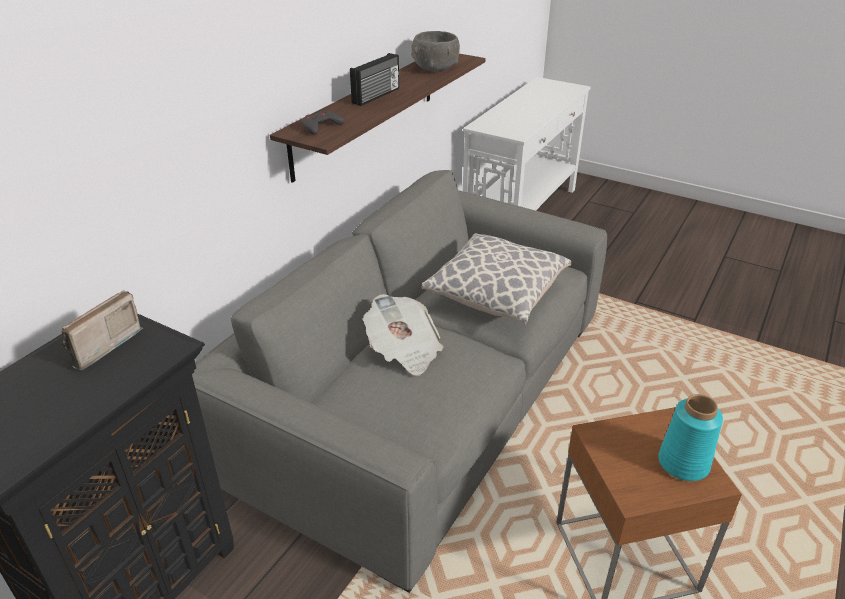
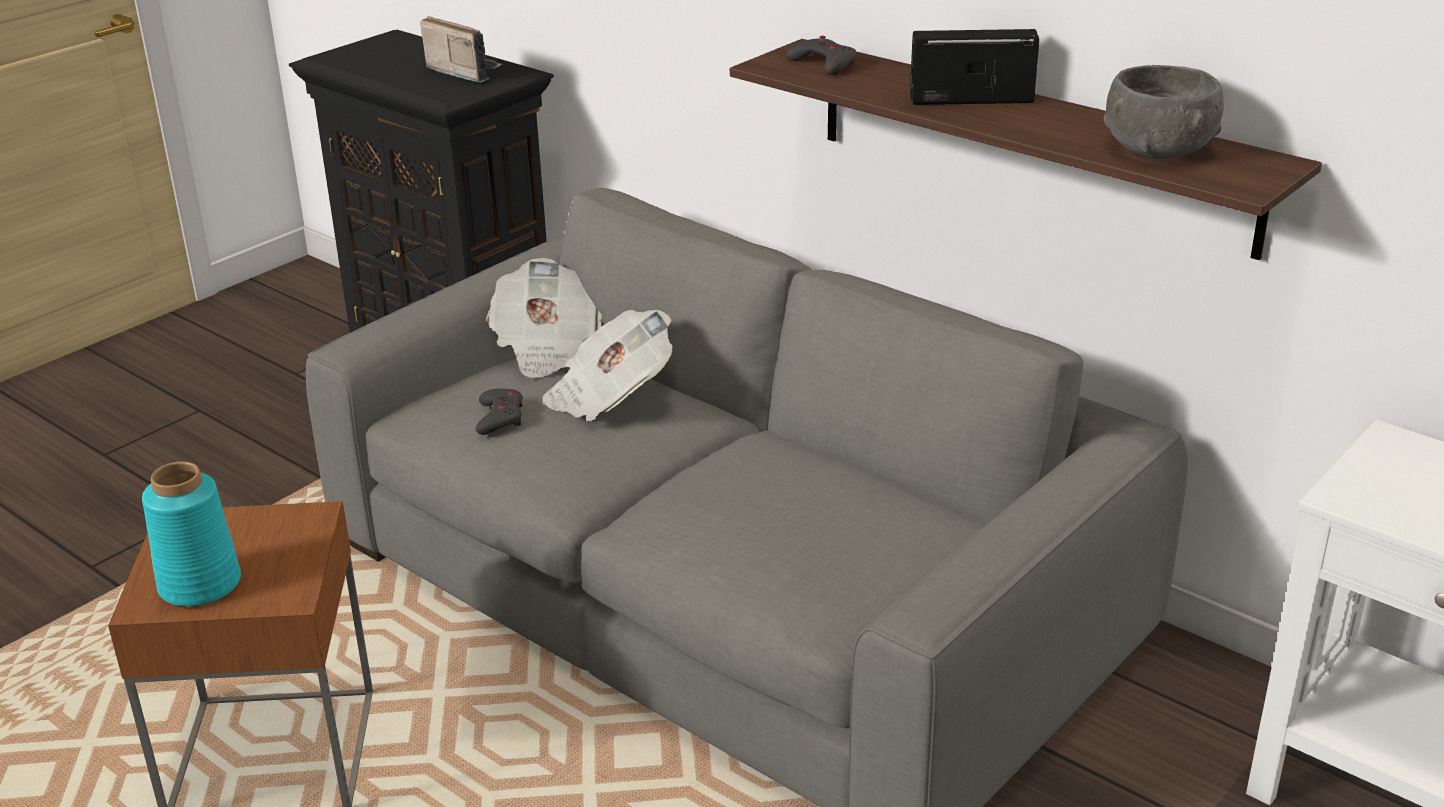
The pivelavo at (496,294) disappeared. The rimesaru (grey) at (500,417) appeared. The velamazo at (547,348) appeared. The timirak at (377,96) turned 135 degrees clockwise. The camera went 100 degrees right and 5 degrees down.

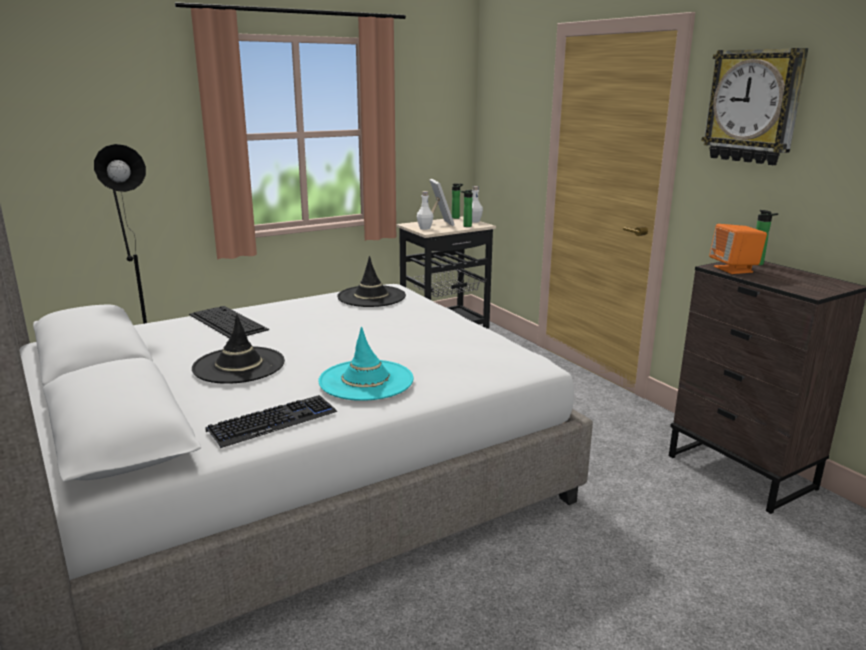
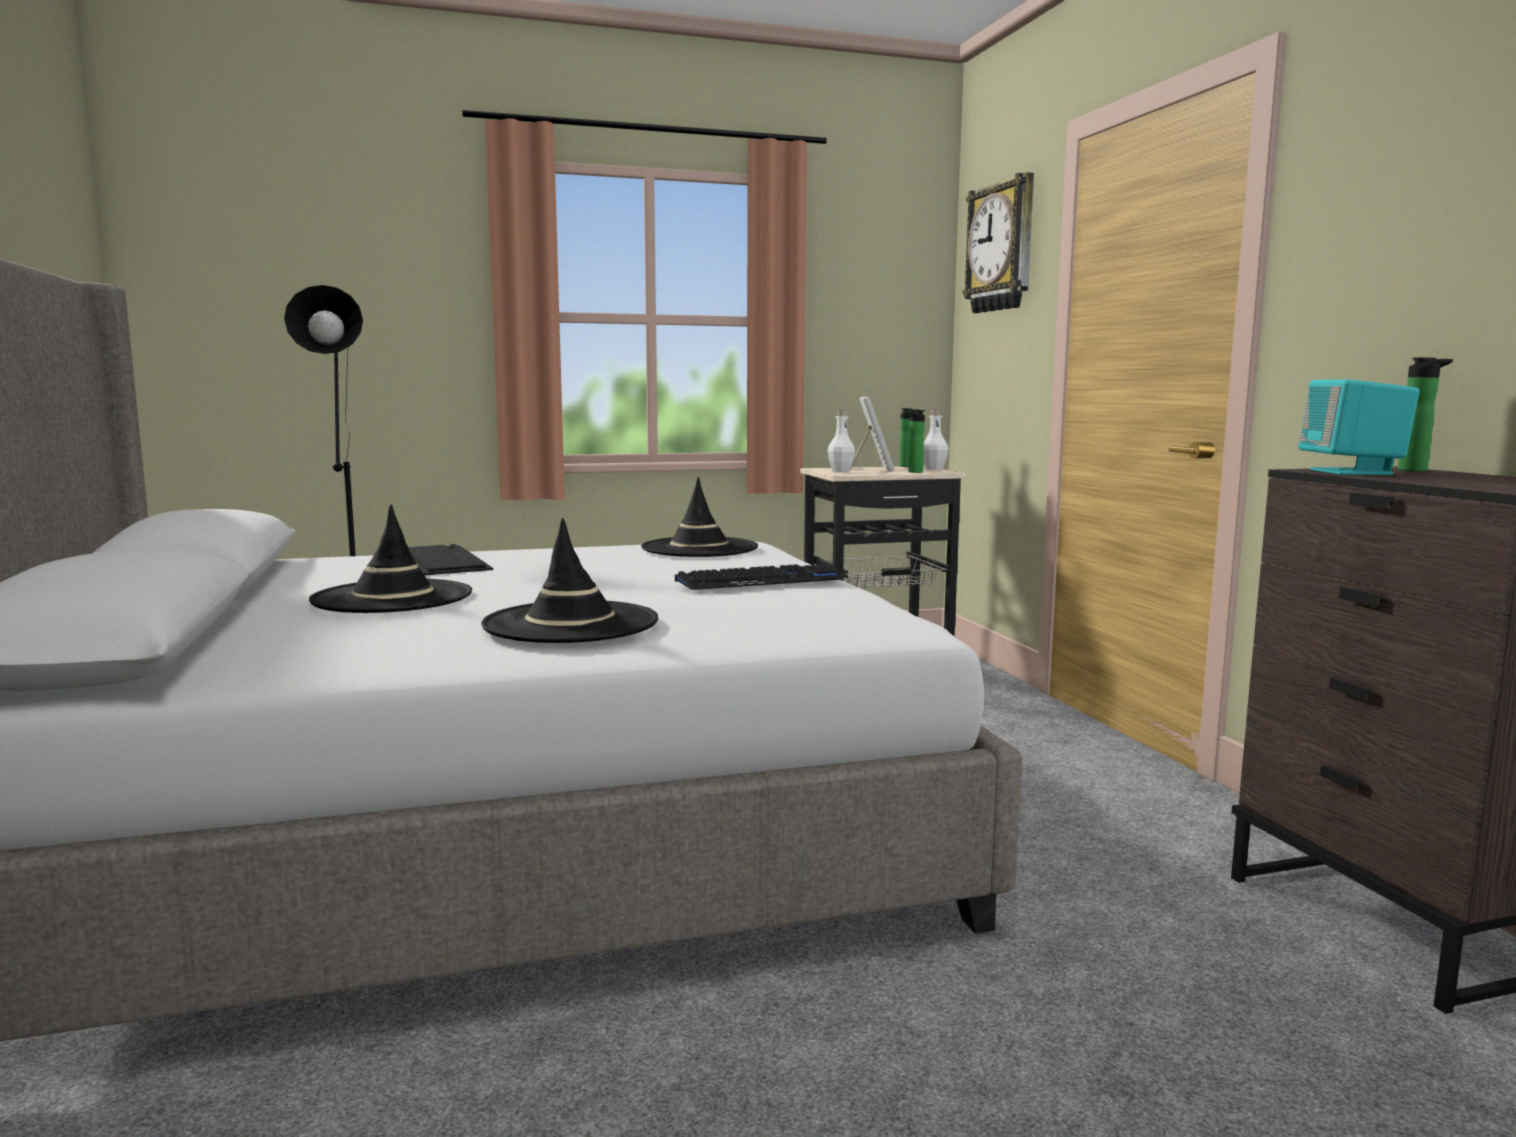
The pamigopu moved from (273,422) to (760,581). The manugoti moved from (753,106) to (1002,247). The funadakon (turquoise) at (366,380) became the funadakon (black) at (571,623). The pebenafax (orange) at (734,269) became the pebenafax (turquoise) at (1352,472). The camera went 15 degrees right and 10 degrees down.

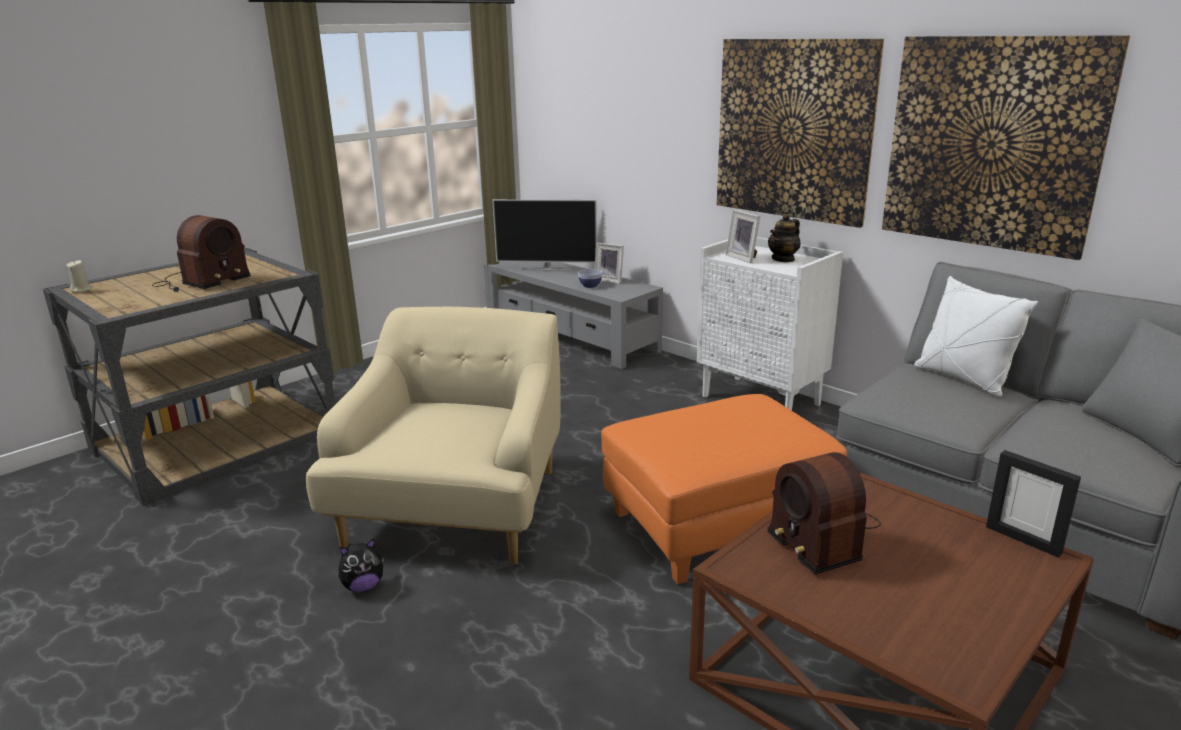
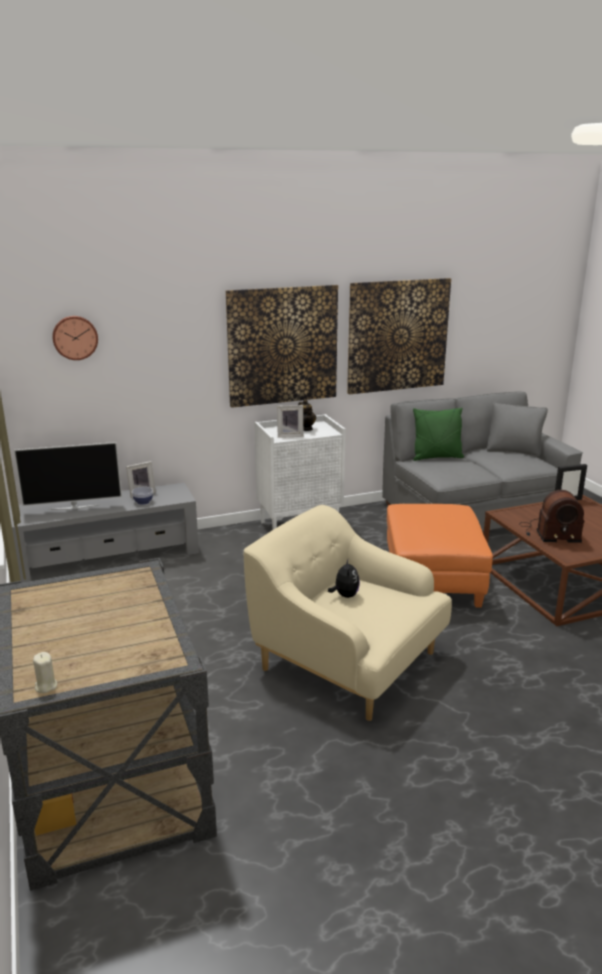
The timirak at (200,282) disappeared. The manugoti at (75,337) appeared. The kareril moved from (363,586) to (345,595). The pivelavo (white) at (963,379) became the pivelavo (green) at (436,457). The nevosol at (547,269) turned 45 degrees clockwise. The camera went 65 degrees left and 0 degrees up.

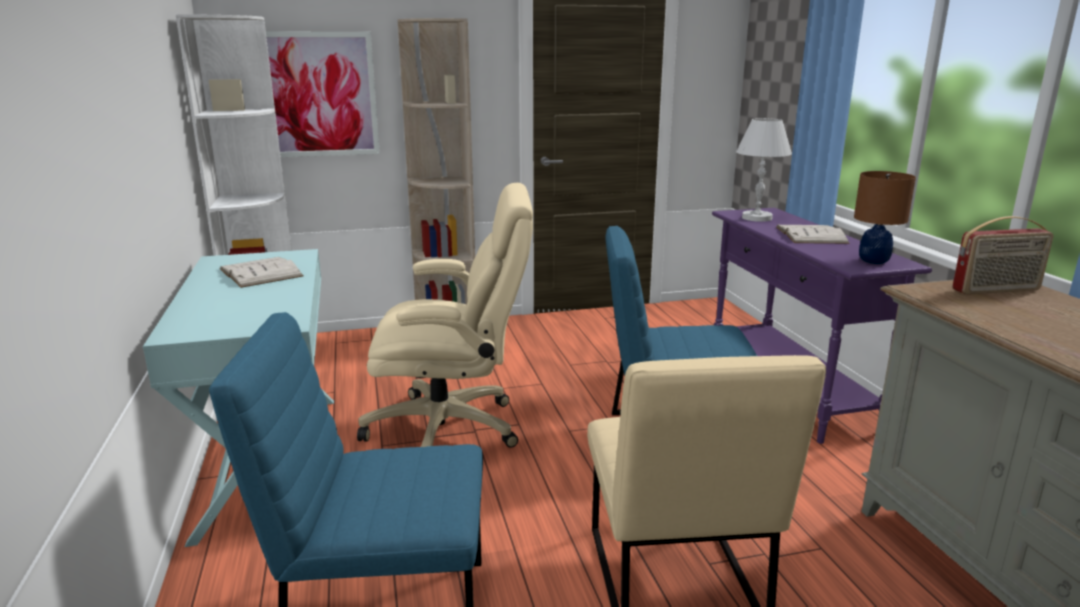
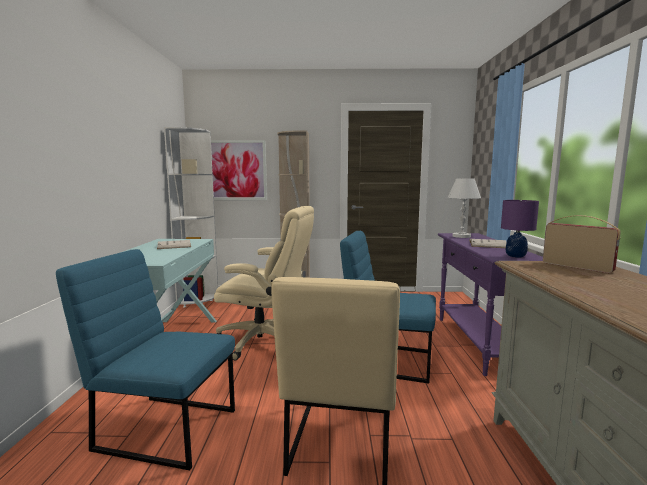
The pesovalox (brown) at (872,261) became the pesovalox (purple) at (514,256). The timirak at (996,290) turned 135 degrees counterclockwise. The camera went 15 degrees right and 10 degrees down.

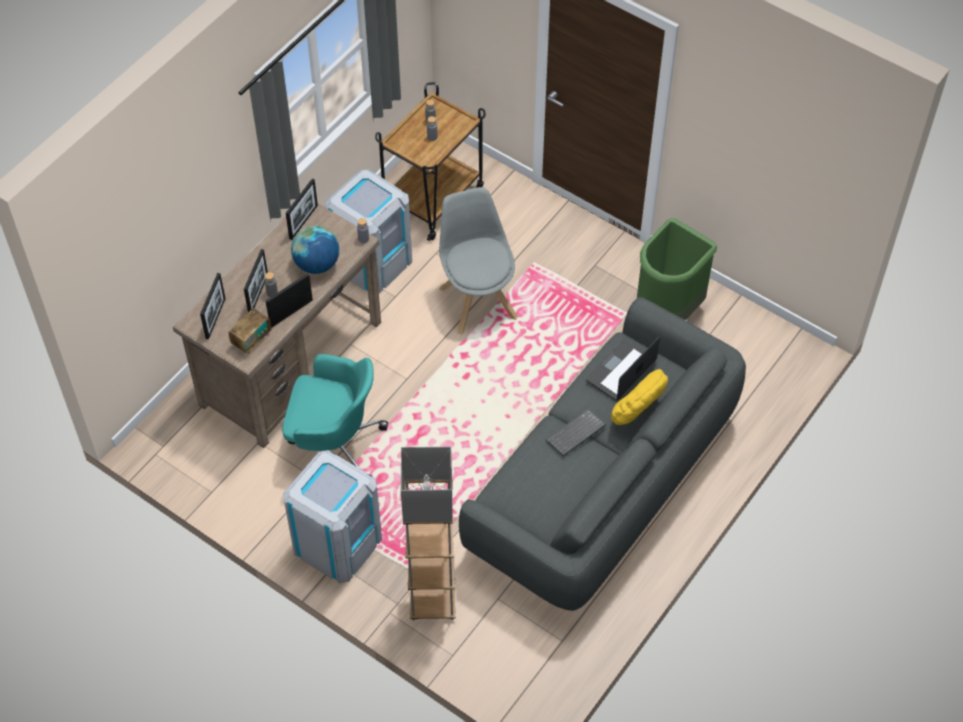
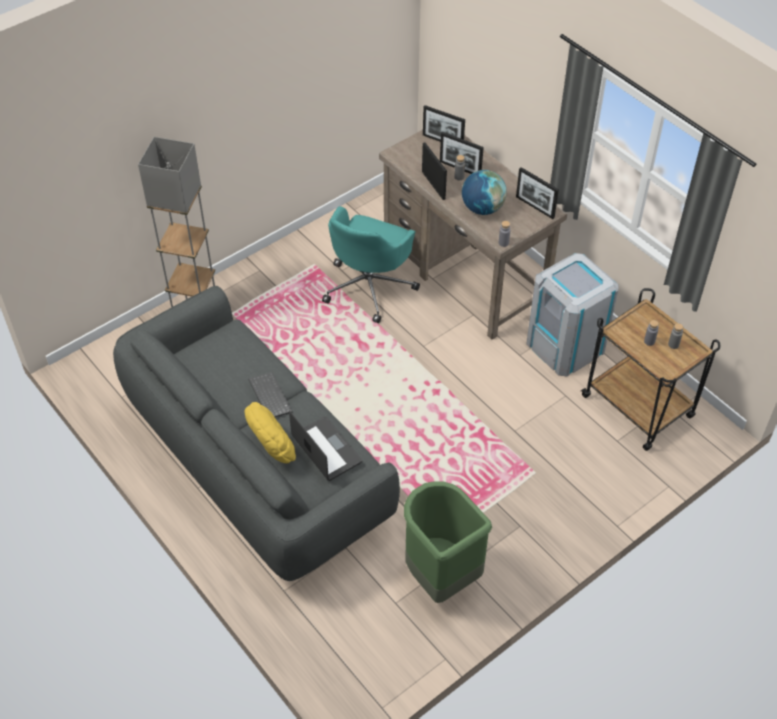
The timirak at (251,339) disappeared. The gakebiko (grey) at (337,543) disappeared. The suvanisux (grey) at (477,299) disappeared. The camera went 105 degrees right and 5 degrees down.

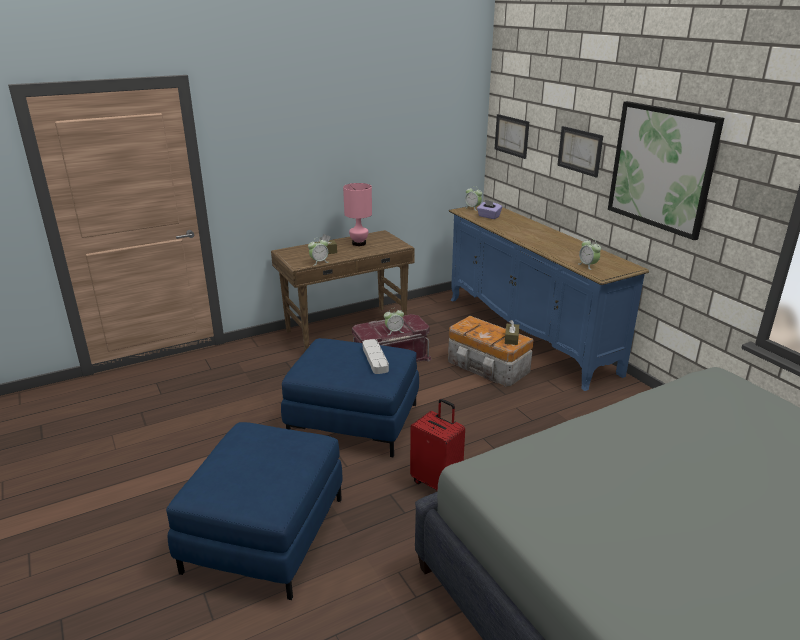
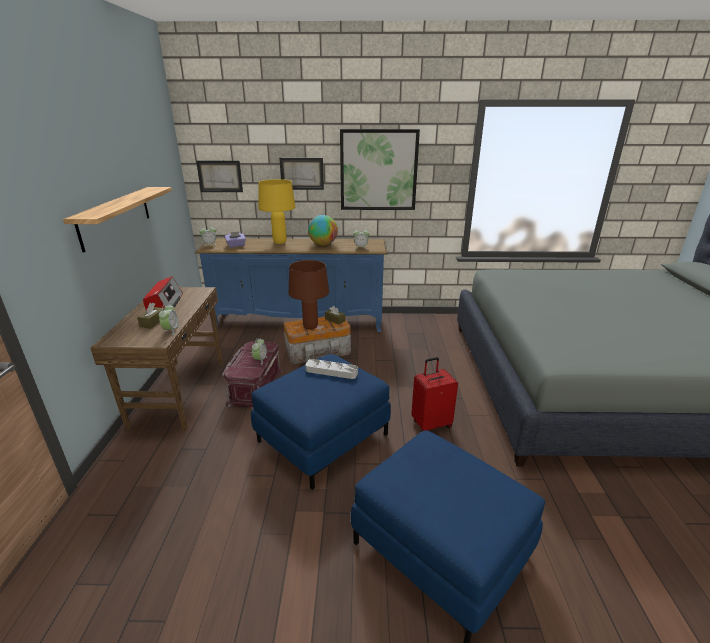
The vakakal at (115,216) appeared. The pesovalox (yellow) at (279,242) appeared. The pesovalox (brown) at (311,327) appeared. The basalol at (323,244) appeared. The pesovalox (pink) at (359,243) was replaced by the timirak at (165,303). The camera went 60 degrees left and 0 degrees up.

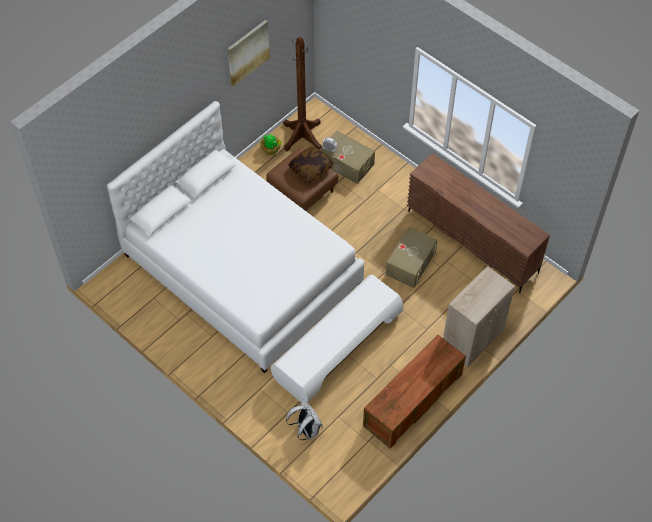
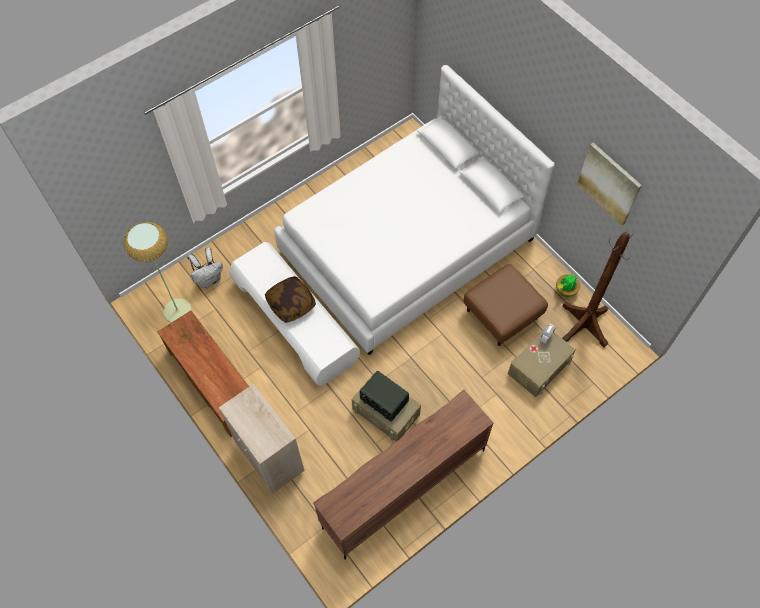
The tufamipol at (177,311) appeared. The timirak at (383,400) appeared. The pivelavo moved from (311,169) to (291,303). The camera went 100 degrees right and 5 degrees up.

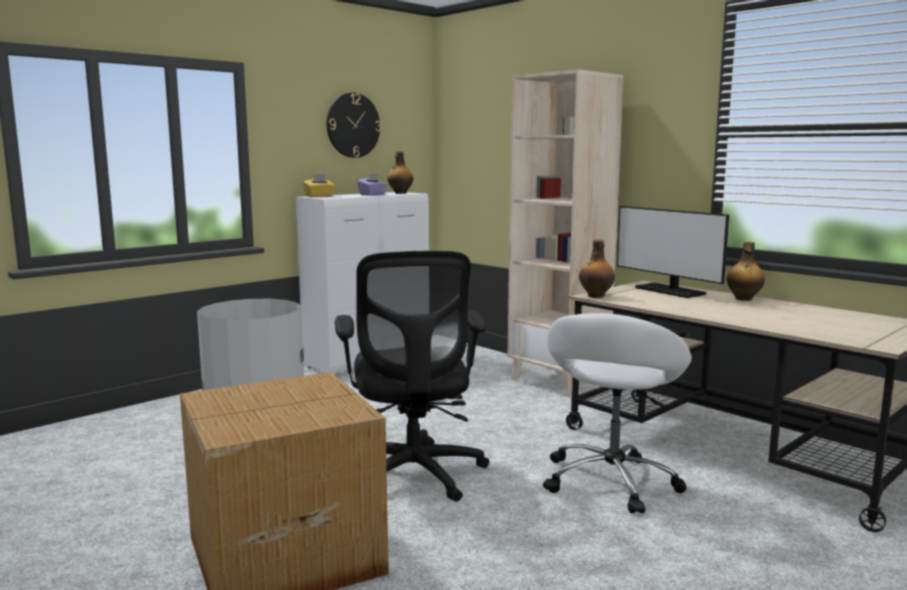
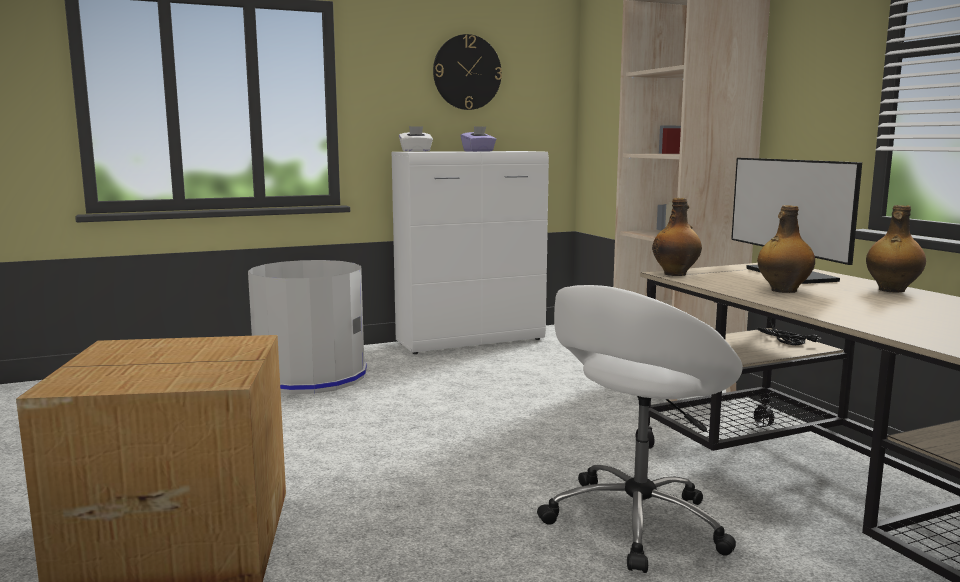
The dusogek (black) at (412,469) disappeared. The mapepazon moved from (400,193) to (783,290). The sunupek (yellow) at (319,196) became the sunupek (white) at (416,151). The camera went 20 degrees right and 0 degrees up.

